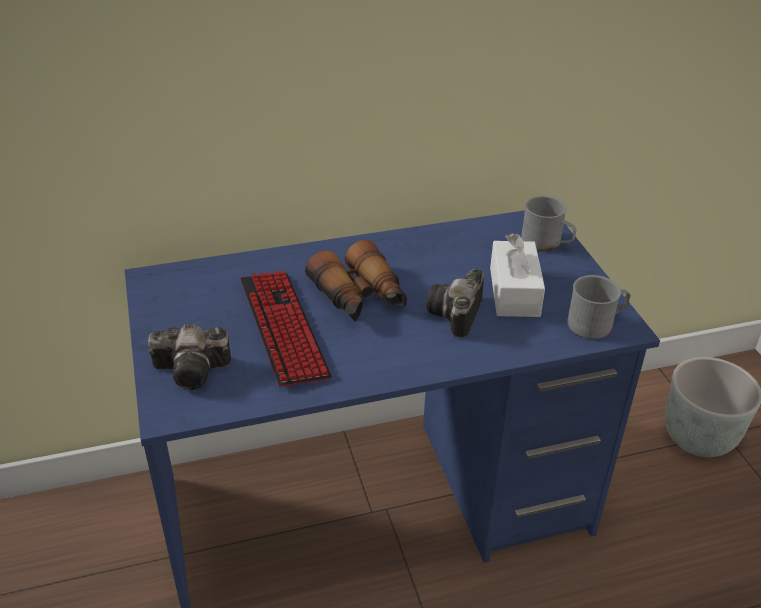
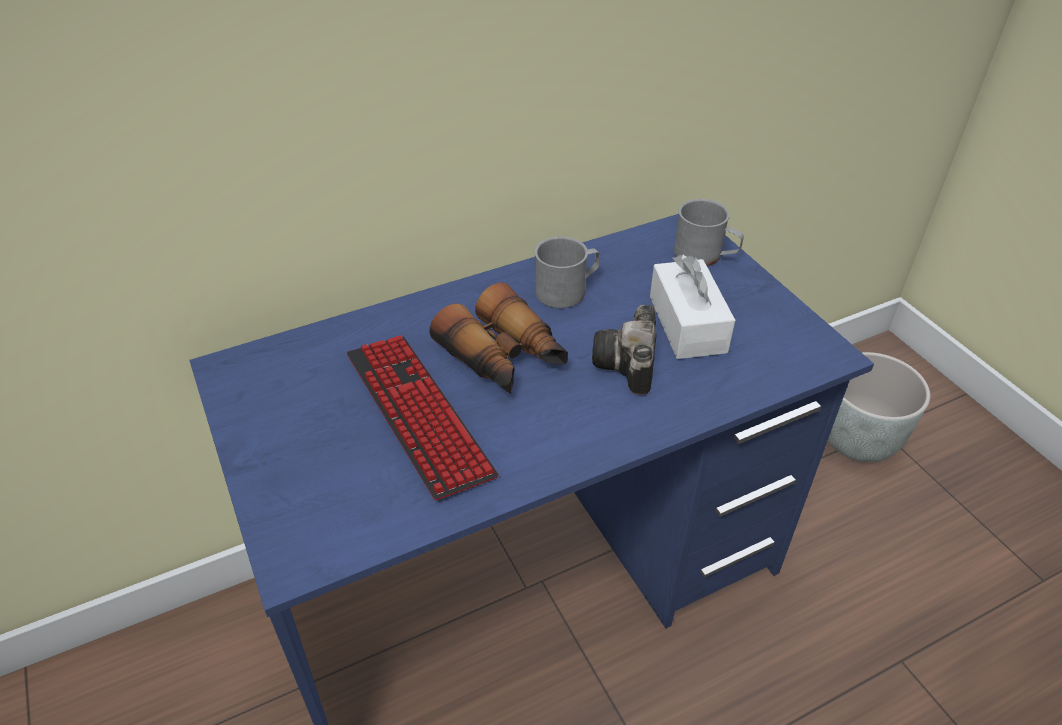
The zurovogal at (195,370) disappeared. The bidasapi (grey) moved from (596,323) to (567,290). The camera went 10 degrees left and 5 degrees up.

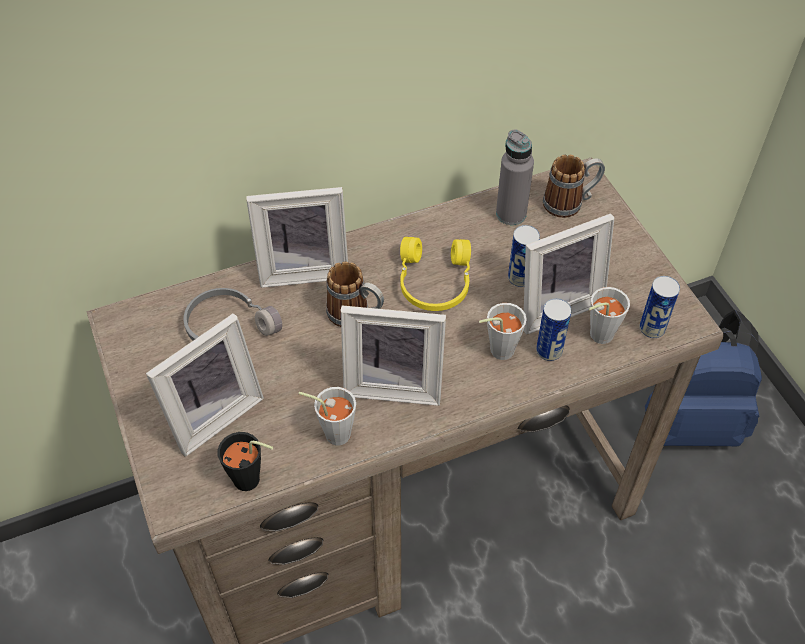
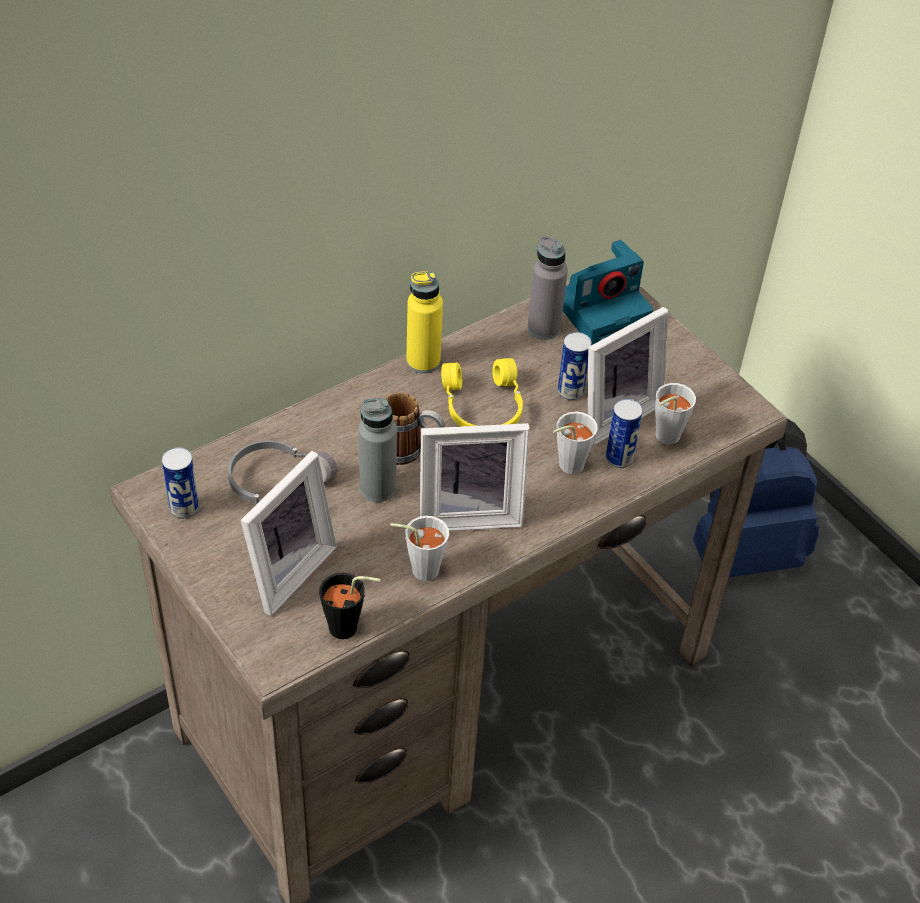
The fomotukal at (303,268) disappeared. The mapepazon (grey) at (377,488) appeared. The mapepazon (yellow) at (423,361) appeared. The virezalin moved from (652,328) to (184,508). The bidasapi at (570,203) was replaced by the zurovogal at (602,310). The camera went 15 degrees left and 5 degrees down.

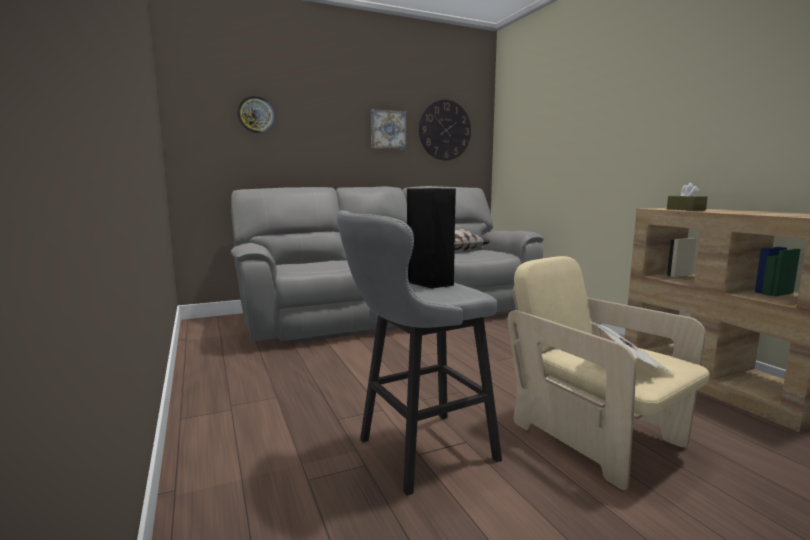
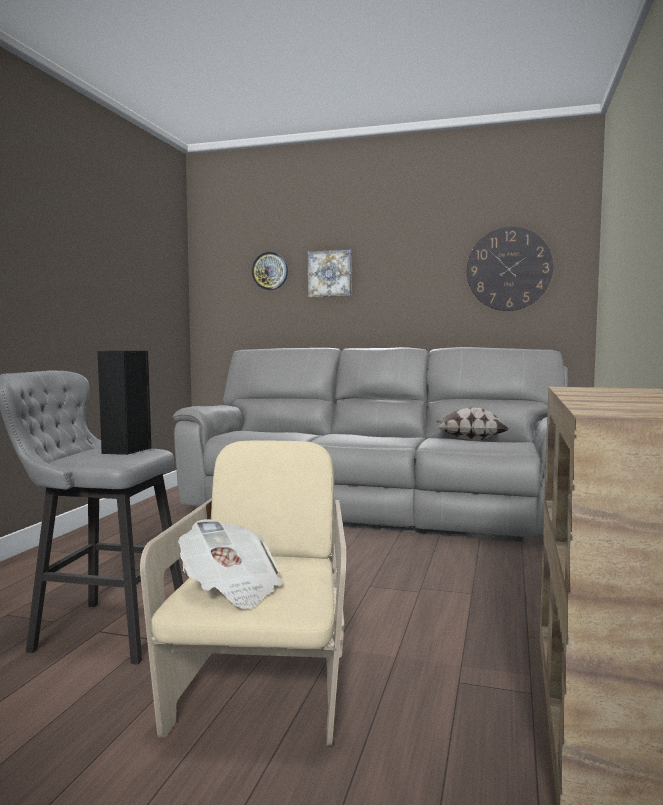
The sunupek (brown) at (685,209) disappeared. The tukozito moved from (388,130) to (330,274). The camera went 40 degrees right and 5 degrees down.

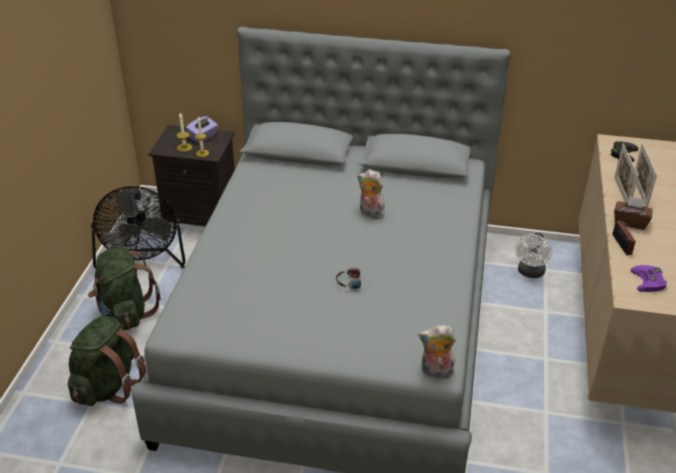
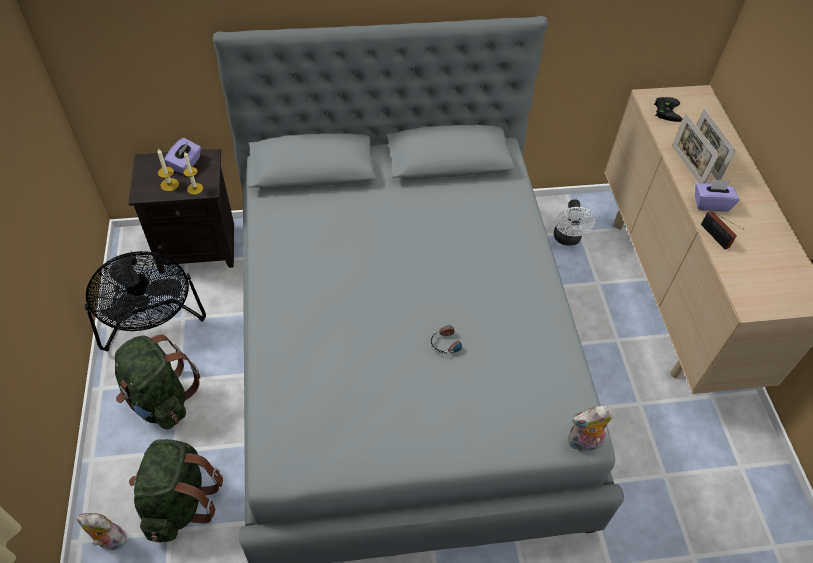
The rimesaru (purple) at (650,281) disappeared. The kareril moved from (370,213) to (109,540). The sunupek (brown) at (630,222) became the sunupek (purple) at (710,203). The camera went 20 degrees left and 15 degrees up.

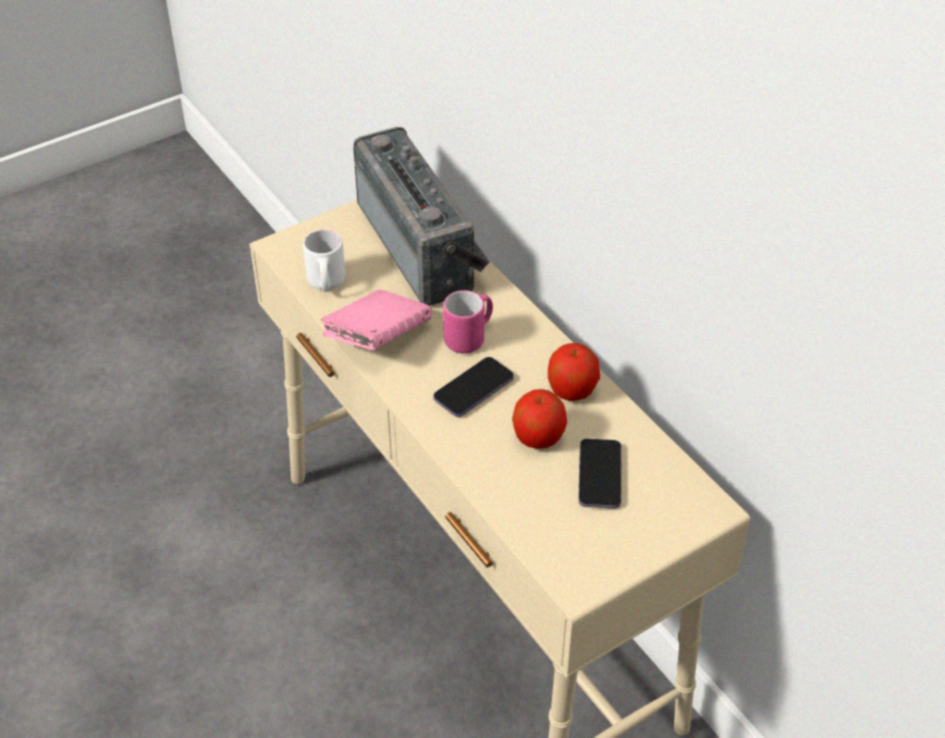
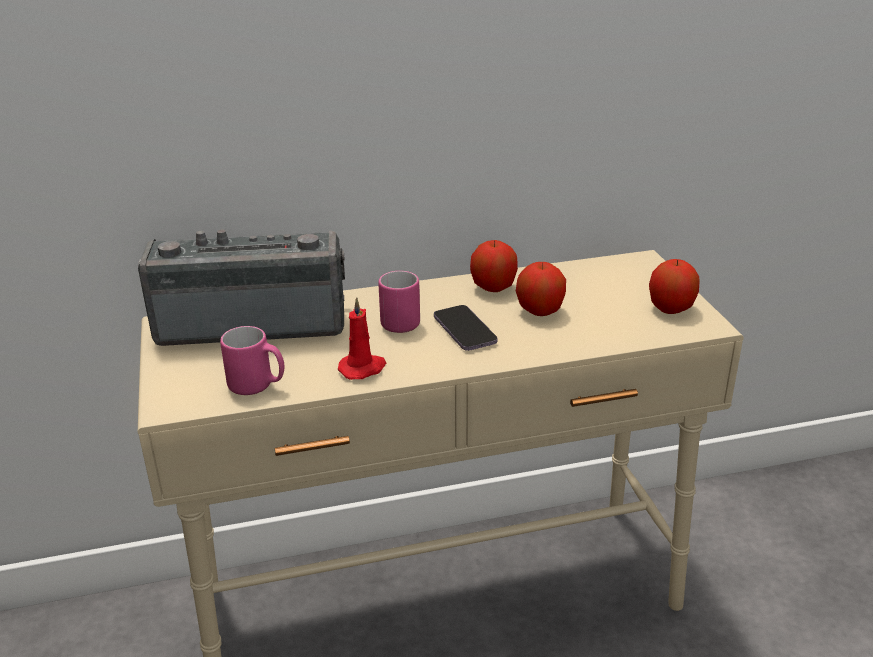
The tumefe at (599,475) disappeared. The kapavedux at (671,308) appeared. The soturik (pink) at (377,338) was replaced by the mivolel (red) at (363,368). The bidasapi (white) at (326,284) became the bidasapi (pink) at (257,386). The camera went 70 degrees left and 15 degrees down.

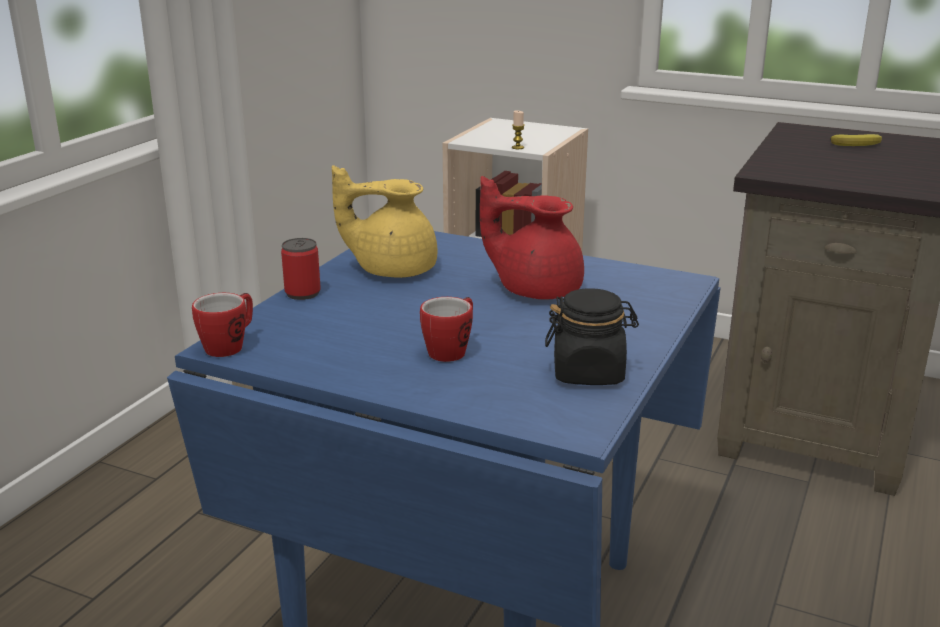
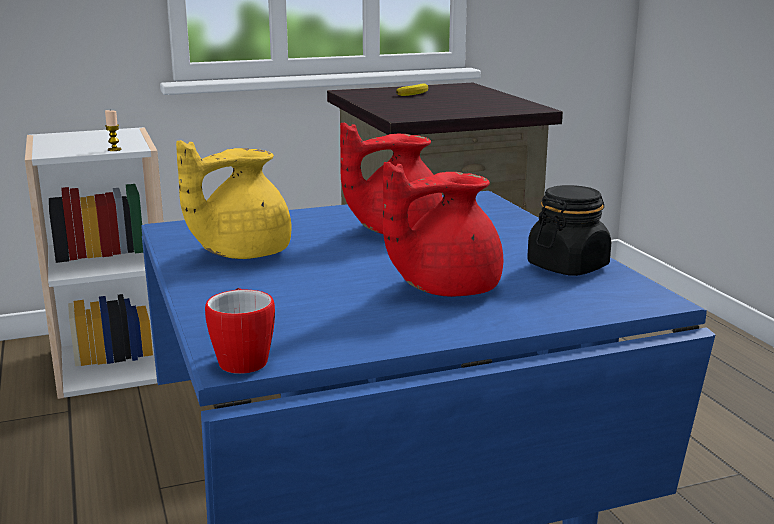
The virezalin at (302,293) disappeared. The bidasapi at (451,350) was replaced by the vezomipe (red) at (444,288). The camera went 45 degrees left and 5 degrees down.

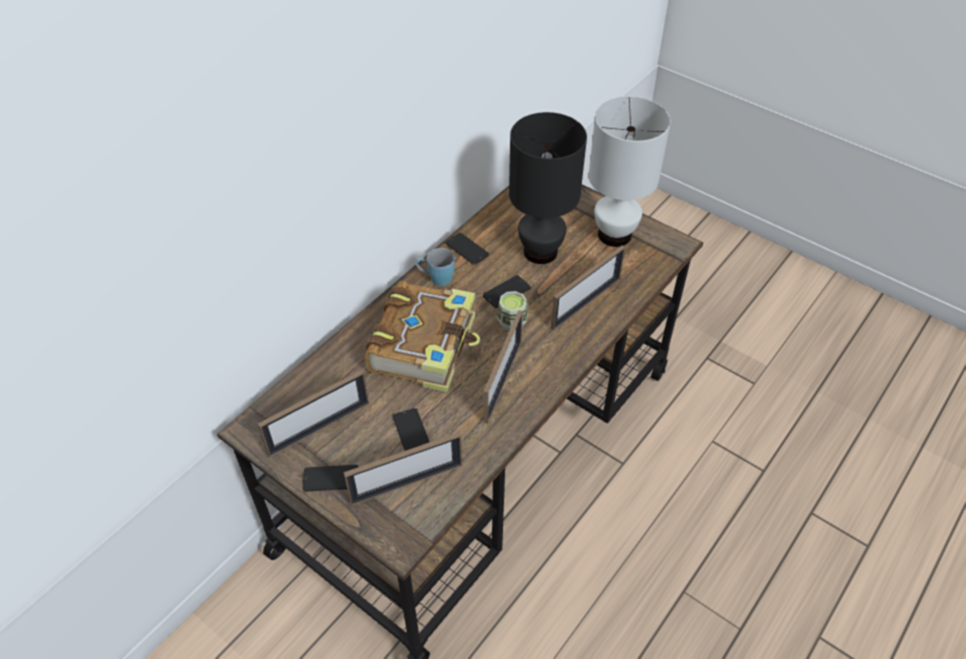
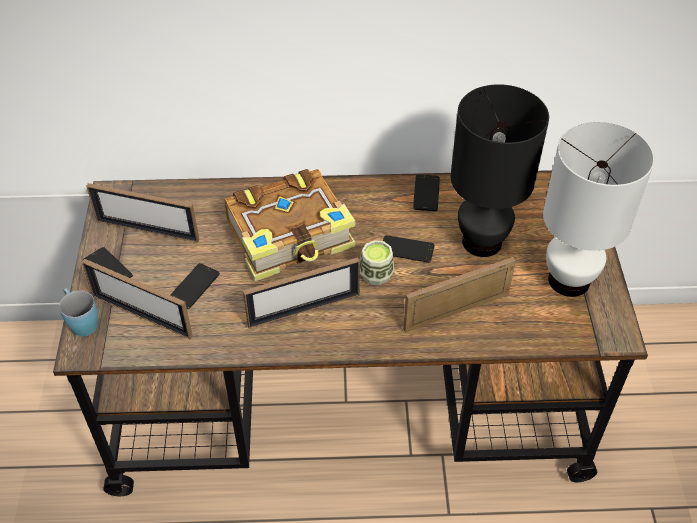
The bidasapi (blue) moved from (436,278) to (81,322). The fomotukal at (585,303) turned 150 degrees clockwise. The camera went 50 degrees right and 0 degrees up.

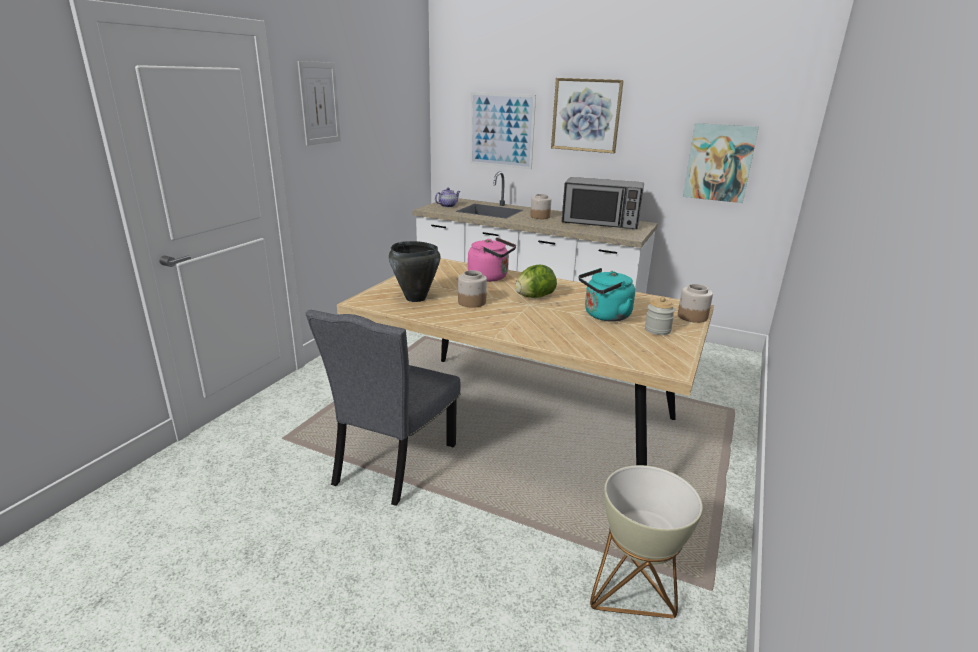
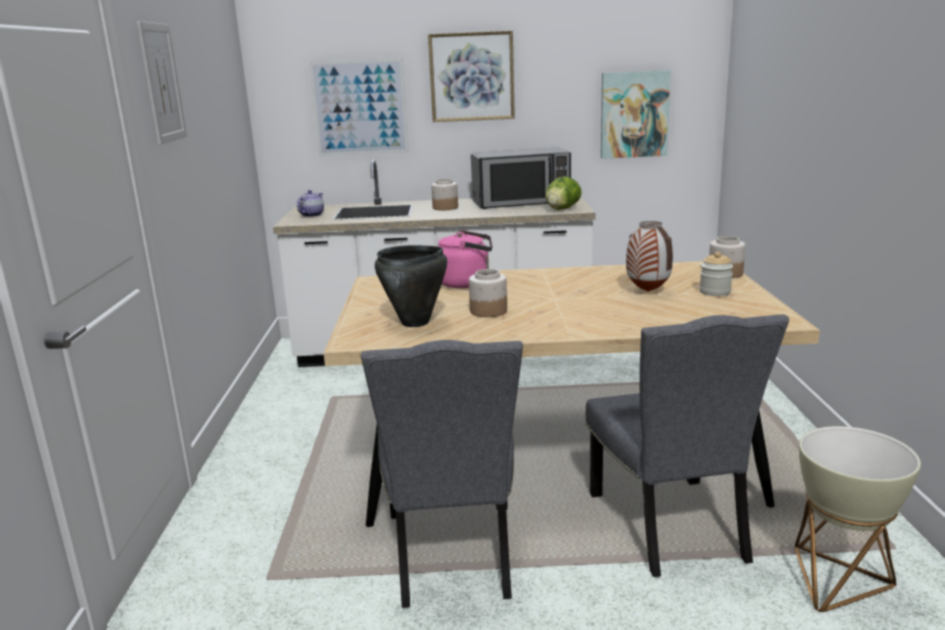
The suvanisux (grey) at (669,523) appeared. The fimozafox moved from (534,297) to (562,209). The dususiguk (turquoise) at (604,316) was replaced by the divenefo at (647,291). The camera went 25 degrees left and 5 degrees down.

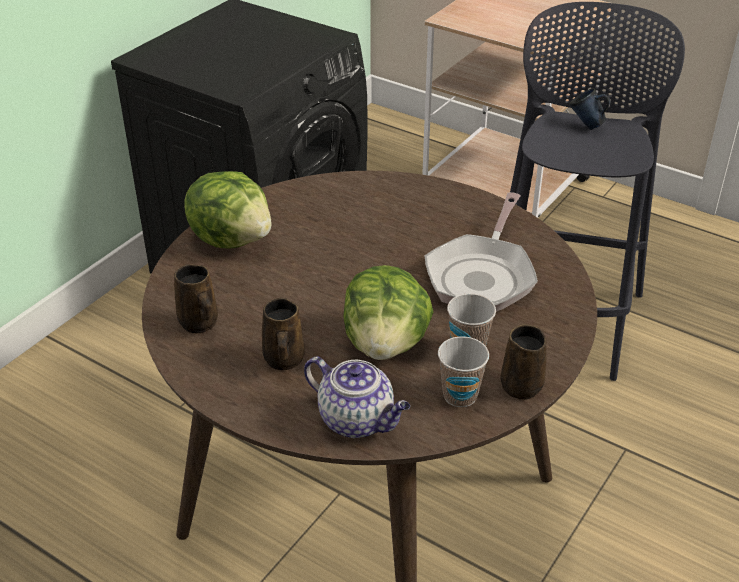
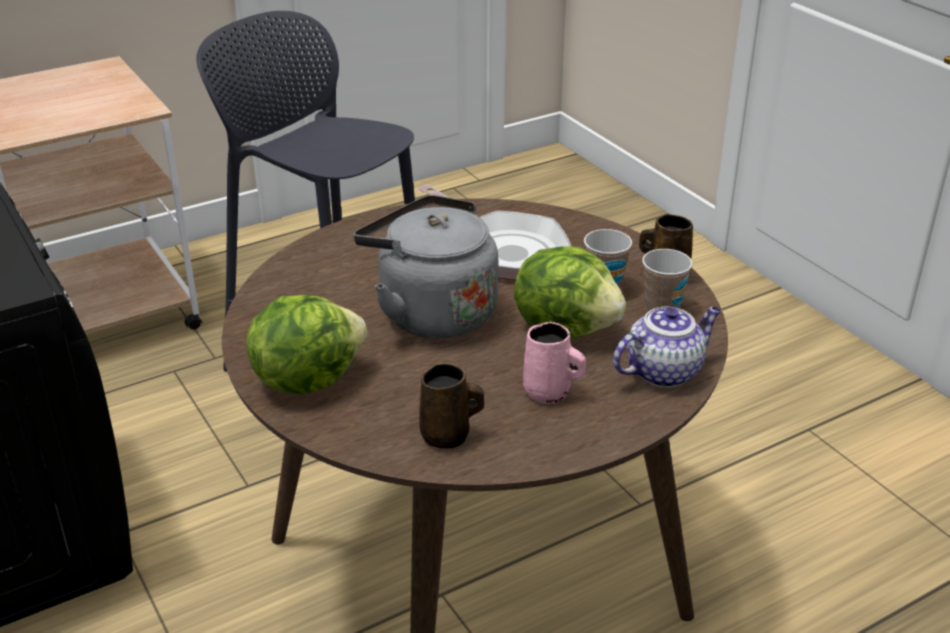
The bidasapi (blue) at (586,126) disappeared. The dususiguk (grey) at (431,312) appeared. The bidasapi (brown) at (283,360) became the bidasapi (pink) at (549,393). The camera went 65 degrees left and 5 degrees down.

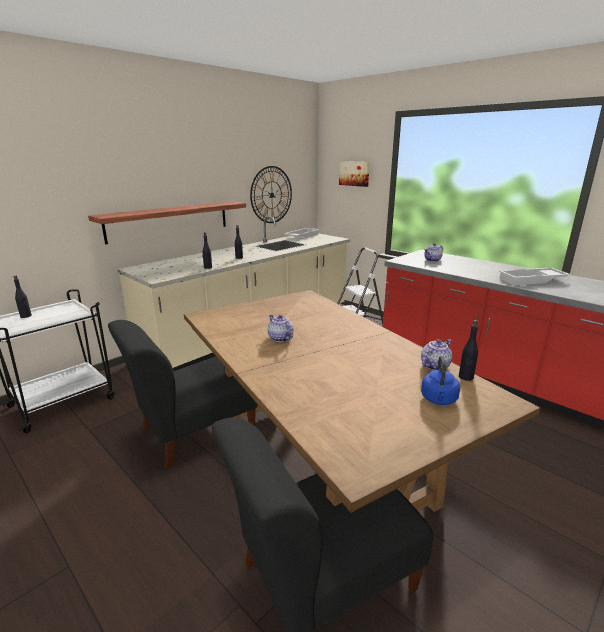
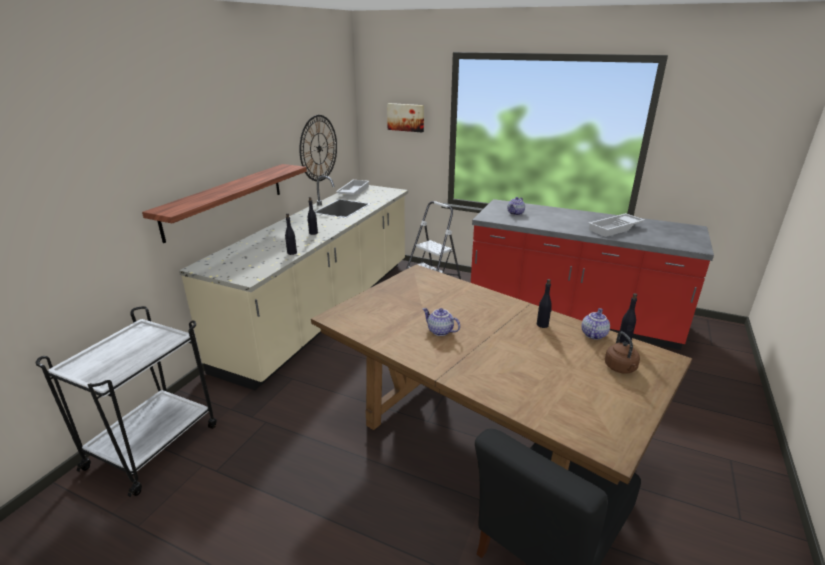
The suvanisux (black) at (193,431) disappeared. The mapepazon (black) moved from (26,316) to (542,325). The dususiguk (blue) at (439,400) became the dususiguk (brown) at (621,368). The camera went 20 degrees left and 5 degrees up.

